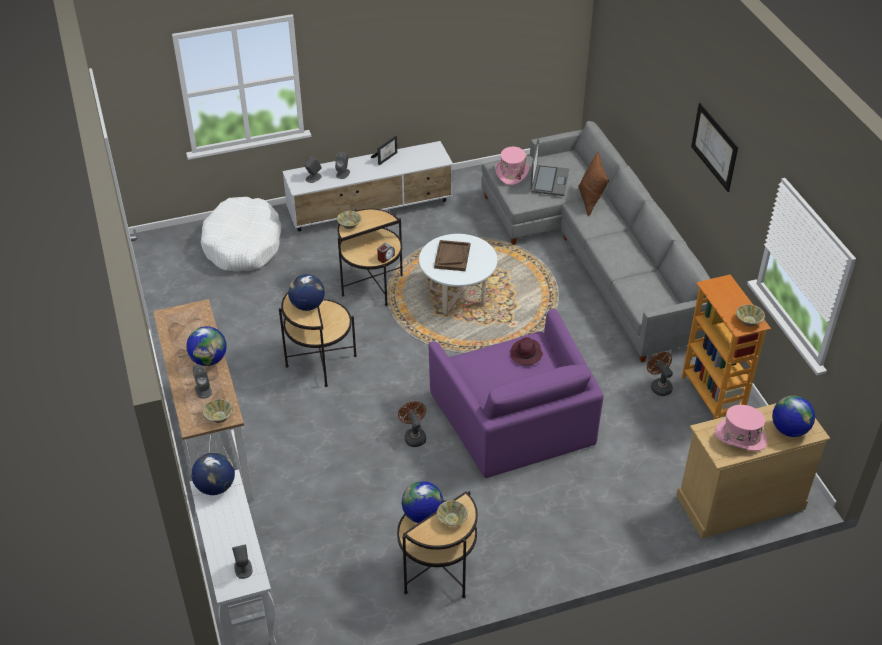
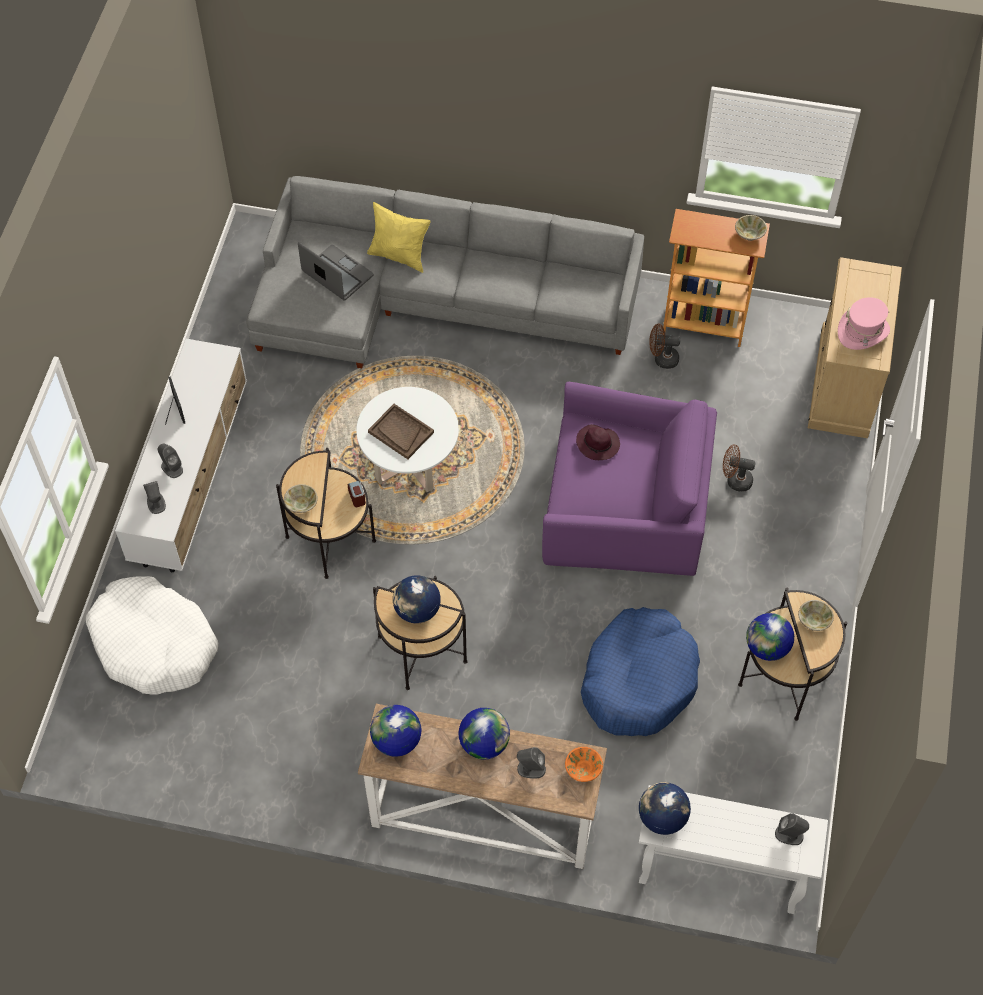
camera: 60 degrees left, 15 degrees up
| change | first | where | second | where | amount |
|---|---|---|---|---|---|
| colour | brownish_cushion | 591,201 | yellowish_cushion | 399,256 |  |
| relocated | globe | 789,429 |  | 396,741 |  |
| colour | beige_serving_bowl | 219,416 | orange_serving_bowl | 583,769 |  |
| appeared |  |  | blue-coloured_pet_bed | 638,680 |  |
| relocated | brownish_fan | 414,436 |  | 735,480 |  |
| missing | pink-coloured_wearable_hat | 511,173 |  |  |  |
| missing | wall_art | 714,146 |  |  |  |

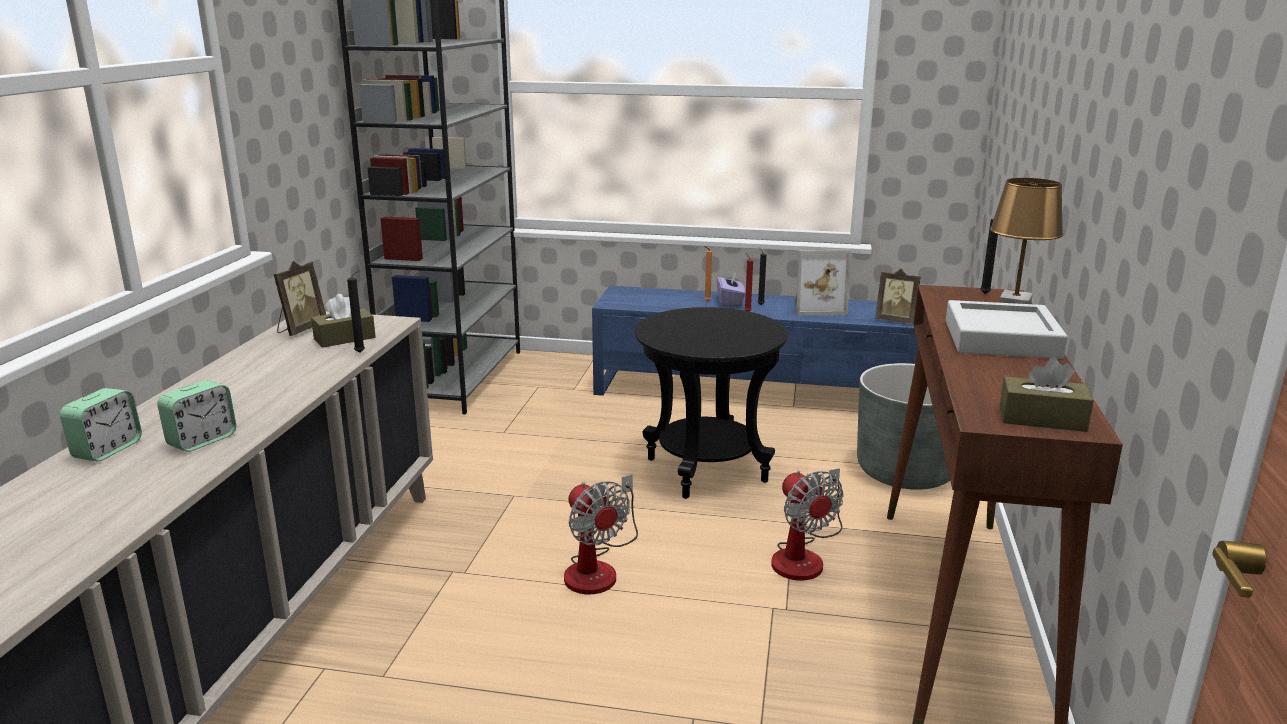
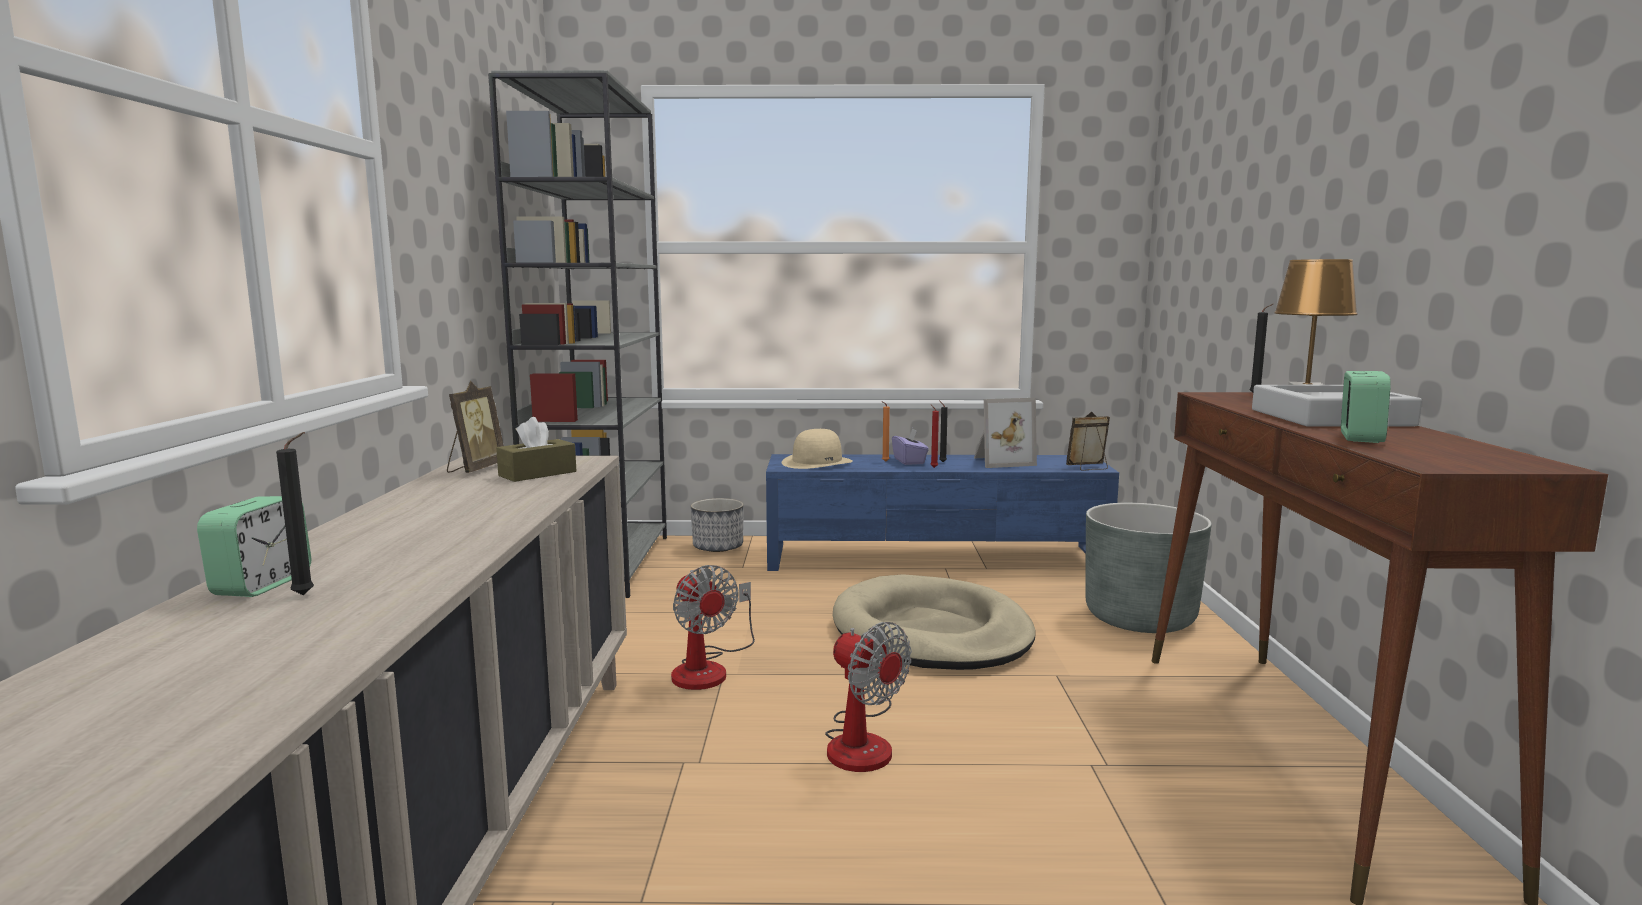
camera: 10 degrees left, 10 degrees down
| change | first | where | second | where | amount |
|---|---|---|---|---|---|
| relocated | black-coloured_wax_light | 362,352 |  | 307,595 |  |
| relocated | fan | 804,556 |  | 708,668 |  |
| appeared |  |  | plant_pot | 718,547 |  |
| appeared |  |  | beige_wearable_hat | 817,462 |  |
| exchanged | black-coloured_end_table | 706,470 | beige_pet_bed | 931,632 |  |
| spun | picture_frame | 896,321 |  | 1088,468 | 150 degrees clockwise |
| relocated | alarm_clock | 202,441 |  | 1360,438 |  |
| missing | brownish_tissue_holder | 1042,419 |  |  |  |

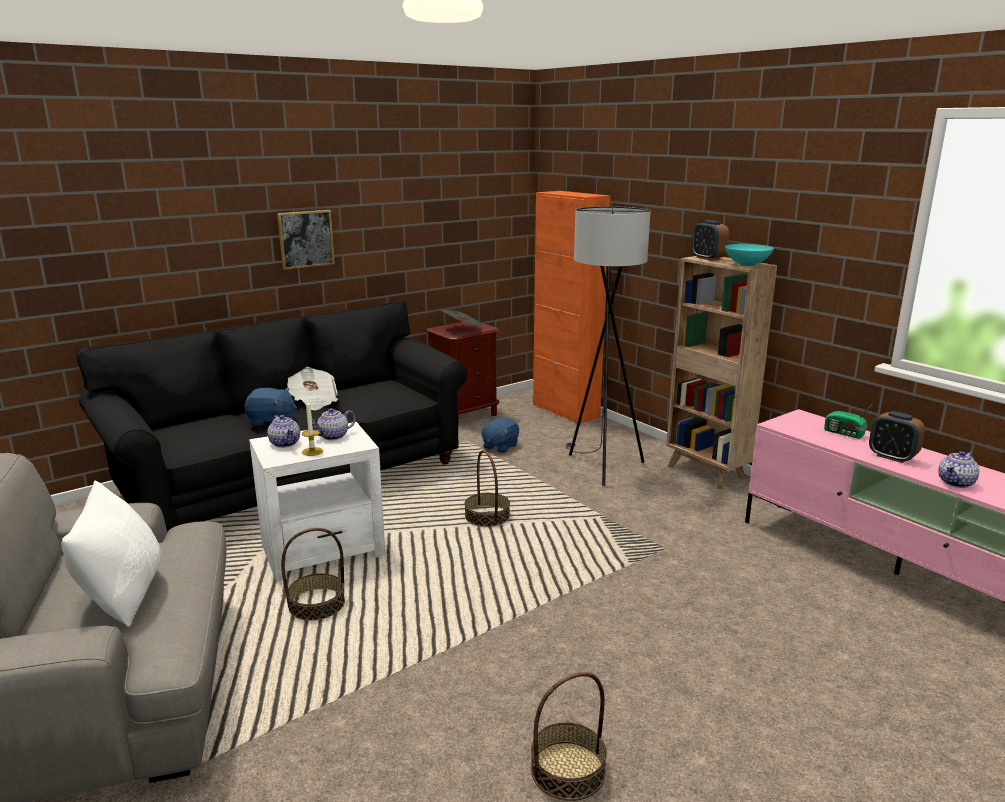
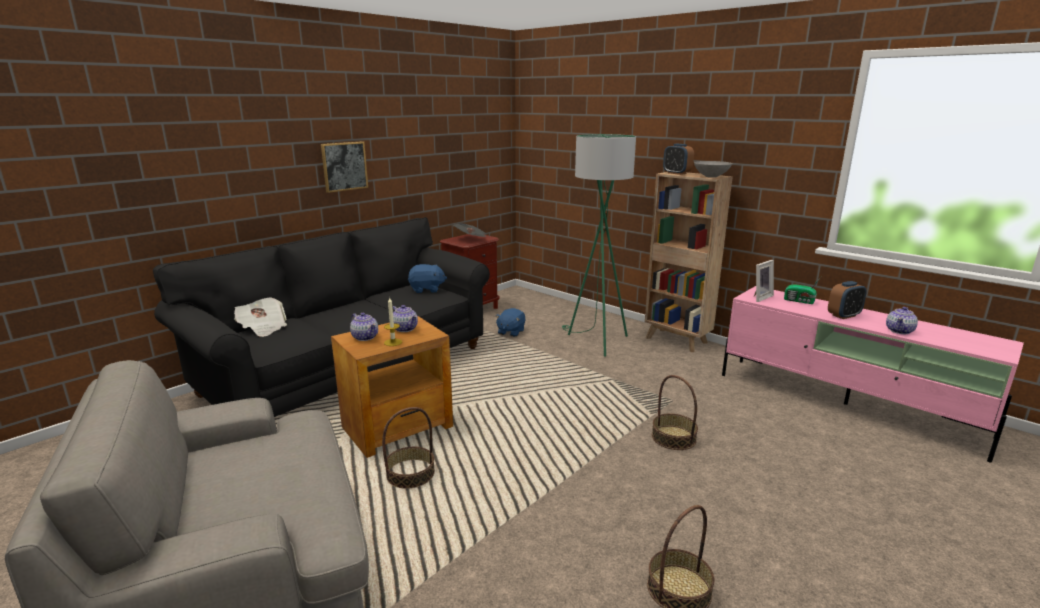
camera: 10 degrees left, 0 degrees up
| change | first | where | second | where | amount |
|---|---|---|---|---|---|
| relocated | printed_paper | 313,401 |  | 262,327 |  |
| colour | white_end_table | 324,551 | brownish_end_table | 398,427 |  |
| spun | tea_pot | 333,436 |  | 405,328 | 90 degrees counterclockwise |
| relocated | blue-coloured_plush_toy | 271,421 |  | 427,289 |  |
| colour | grey_standing_lamp | 599,466 | green-coloured_standing_lamp | 594,341 |  |
| relocated | basket | 487,517 |  | 673,437 |  |
| colour | turquoise_serving_bowl | 746,265 | grey_serving_bowl | 710,176 |  |
| appeared |  |  | picture_frame | 759,297 |  |
| spun | alarm_clock | 892,457 |  | 844,315 | 60 degrees counterclockwise |
| missing | white_cushion | 123,595 |  |  |  |
| missing | orange_storage_cabinet | 565,411 |  |  |  |

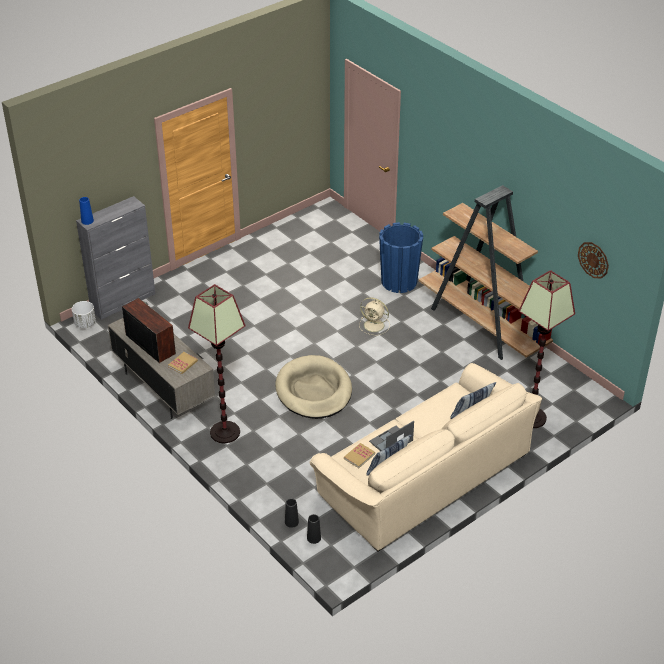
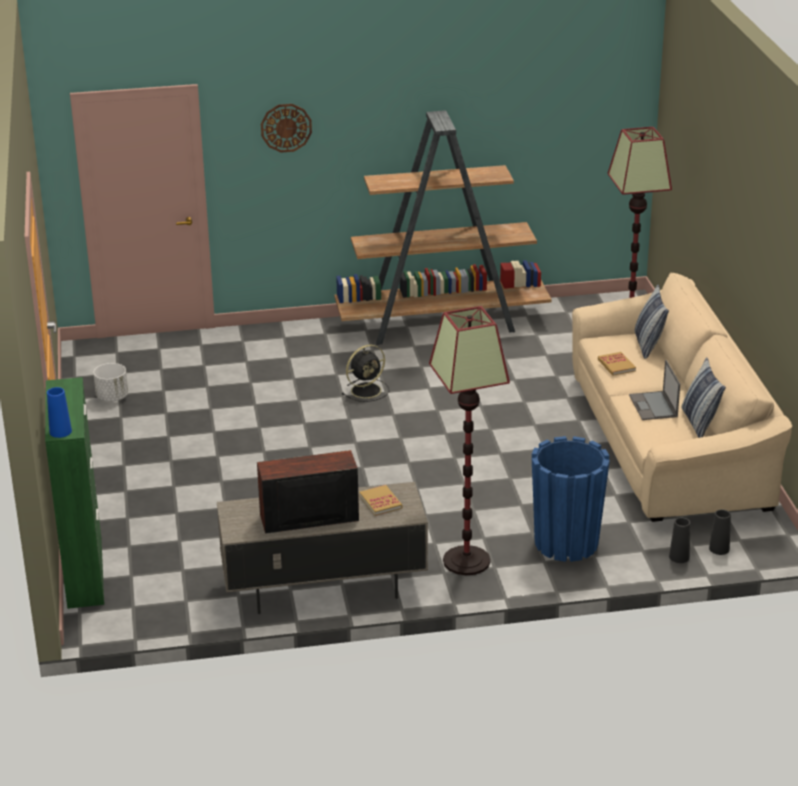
camera: 60 degrees left, 10 degrees down
| change | first | where | second | where | amount |
|---|---|---|---|---|---|
| colour | grey_storage_cabinet | 123,301 | green-coloured_storage_cabinet | 85,572 |  |
| relocated | white_plant_pot | 85,323 |  | 112,397 |  |
| relocated | hanging_clock | 593,260 |  | 286,127 |  |
| colour | beige_fan | 375,325 | black-coloured_fan | 367,390 |  |
| relocated | blue-coloured_plant_pot | 399,282 |  | 566,543 |  |
| relocated | bound_book | 359,456 |  | 616,365 |  |
| missing | beige_pet_bed | 314,390 |  |  |  |

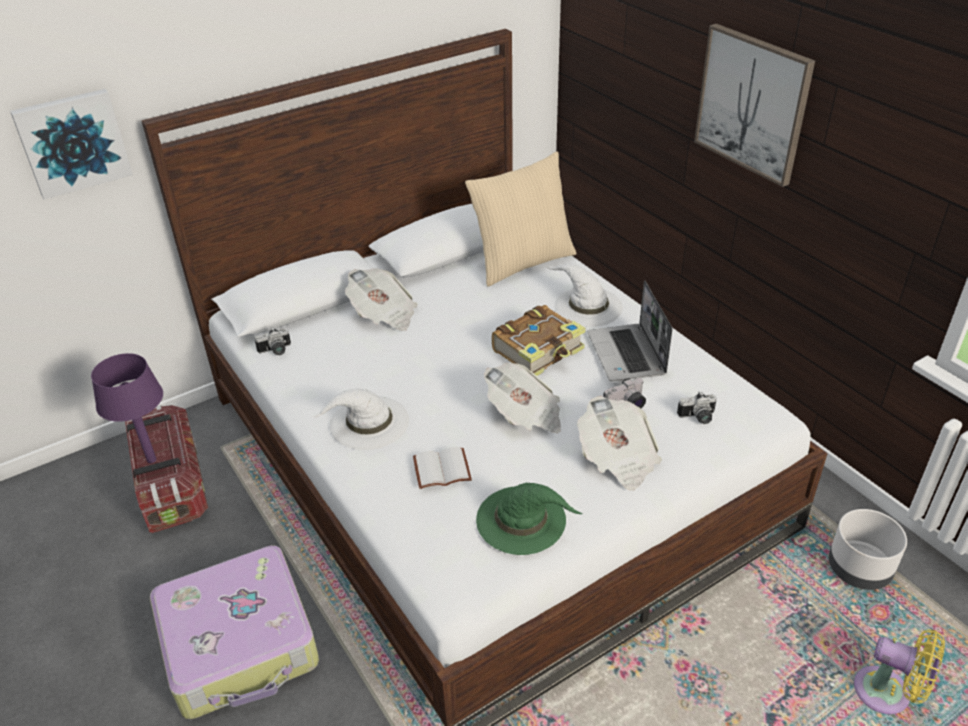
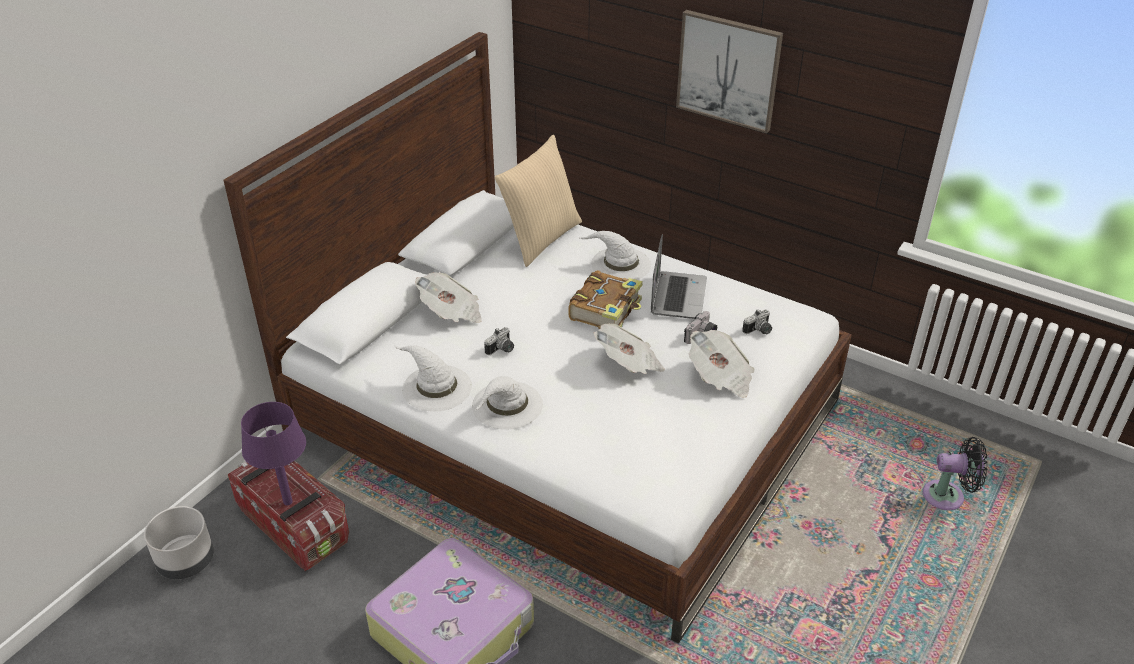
camera: 25 degrees left, 0 degrees up
| change | first | where | second | where | amount |
|---|---|---|---|---|---|
| relocated | grey_plant_pot | 859,570 |  | 187,562 |  |
| appeared |  |  | white_wearable_hat | 435,387 |  |
| relocated | still_camera | 275,351 |  | 502,350 |  |
| spun | portable_computer | 627,355 |  | 677,296 | 135 degrees counterclockwise |
| colour | yellowish_fan | 888,694 | black-coloured_fan | 948,496 |  |
| missing | wall_art | 73,142 |  |  |  |
| missing | white_bound_book | 442,468 |  |  |  |
| missing | green-coloured_wearable_hat | 522,519 |  |  |  |

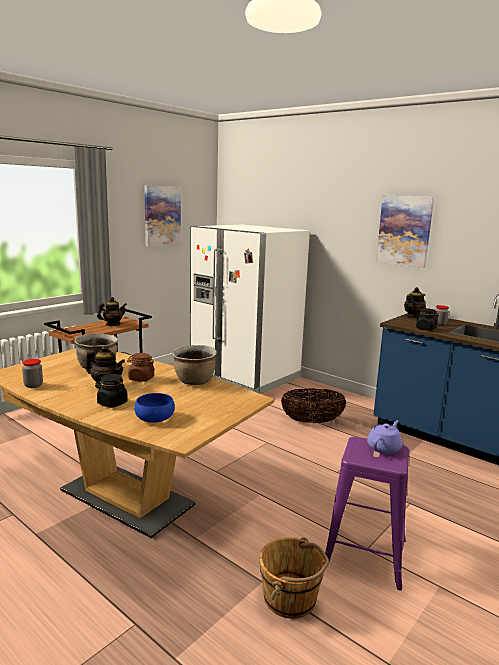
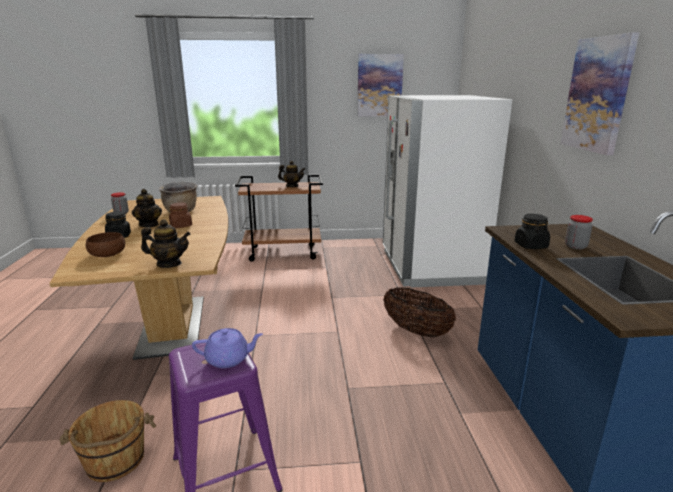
camera: 45 degrees right, 5 degrees up
| change | first | where | second | where | amount |
|---|---|---|---|---|---|
| colour | blue-coloured_serving_bowl | 154,418 | brownish_serving_bowl | 107,253 |  |
| relocated | tea_pot | 412,317 |  | 169,264 |  |
| missing | brownish_saucepot | 194,382 |  |  |  |

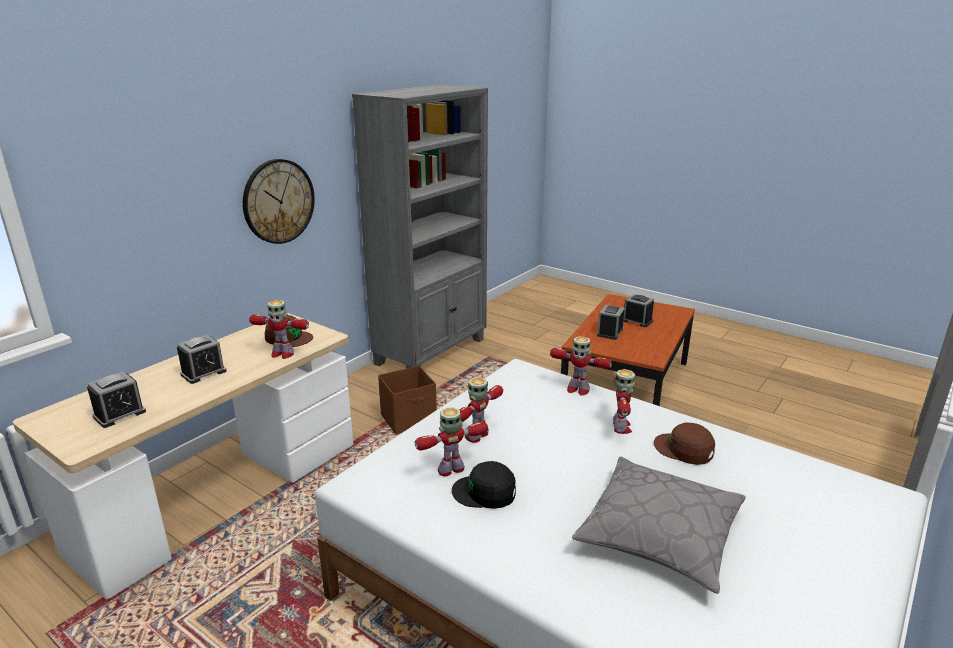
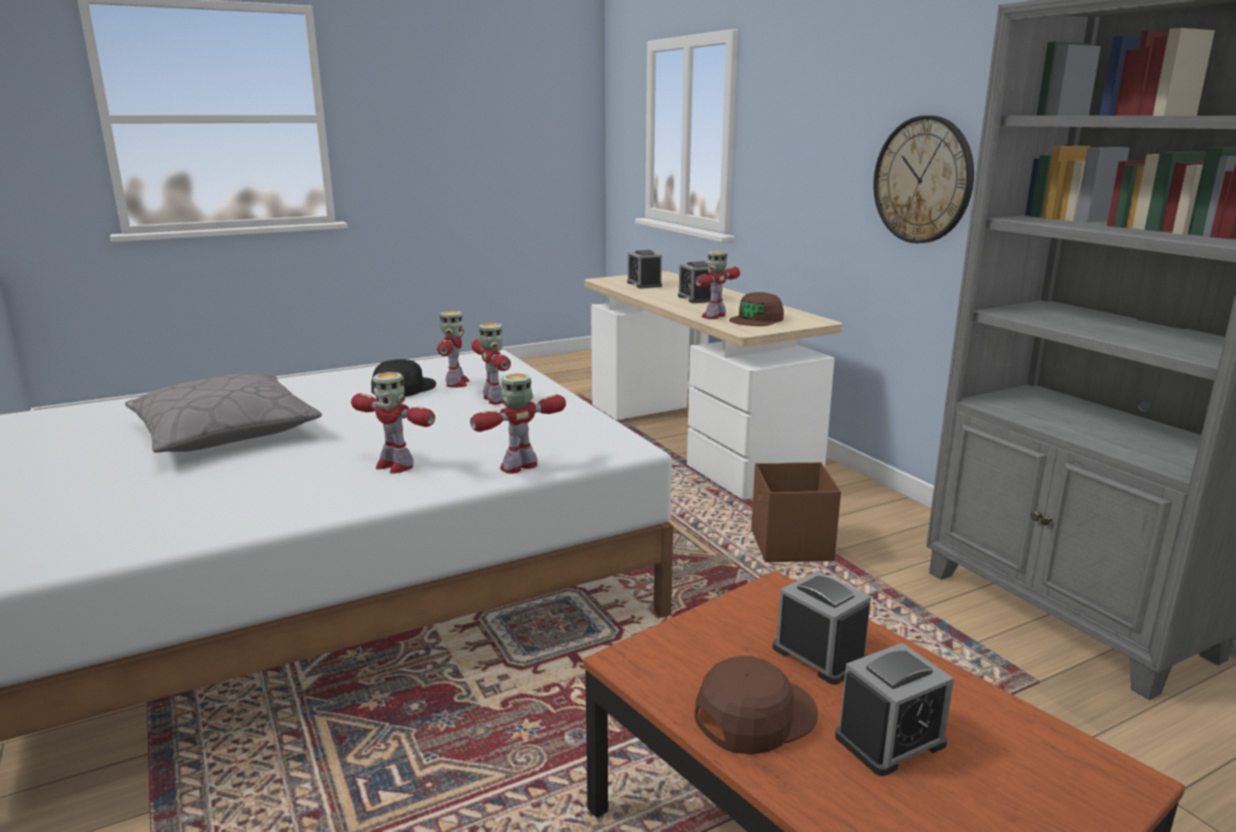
camera: 115 degrees right, 5 degrees down
| change | first | where | second | where | amount |
|---|---|---|---|---|---|
| relocated | brownish_baseball_cap | 684,449 |  | 754,715 |  |

